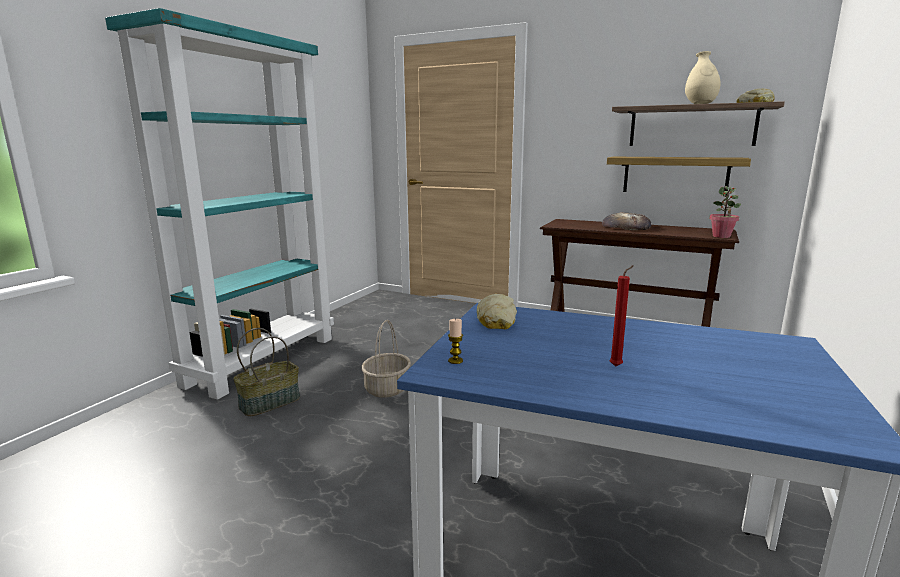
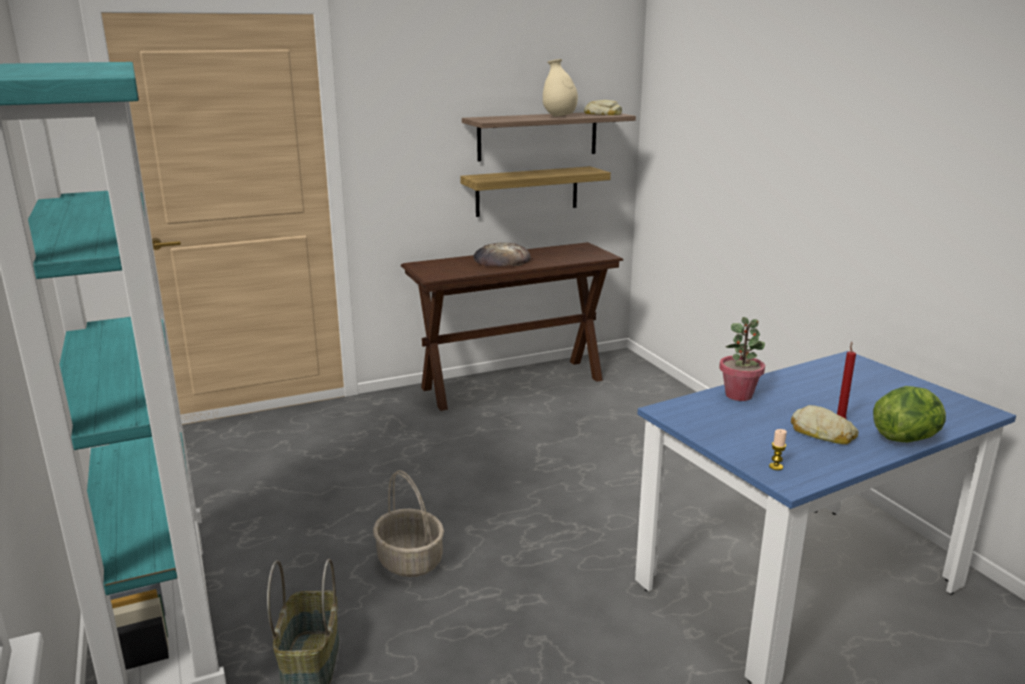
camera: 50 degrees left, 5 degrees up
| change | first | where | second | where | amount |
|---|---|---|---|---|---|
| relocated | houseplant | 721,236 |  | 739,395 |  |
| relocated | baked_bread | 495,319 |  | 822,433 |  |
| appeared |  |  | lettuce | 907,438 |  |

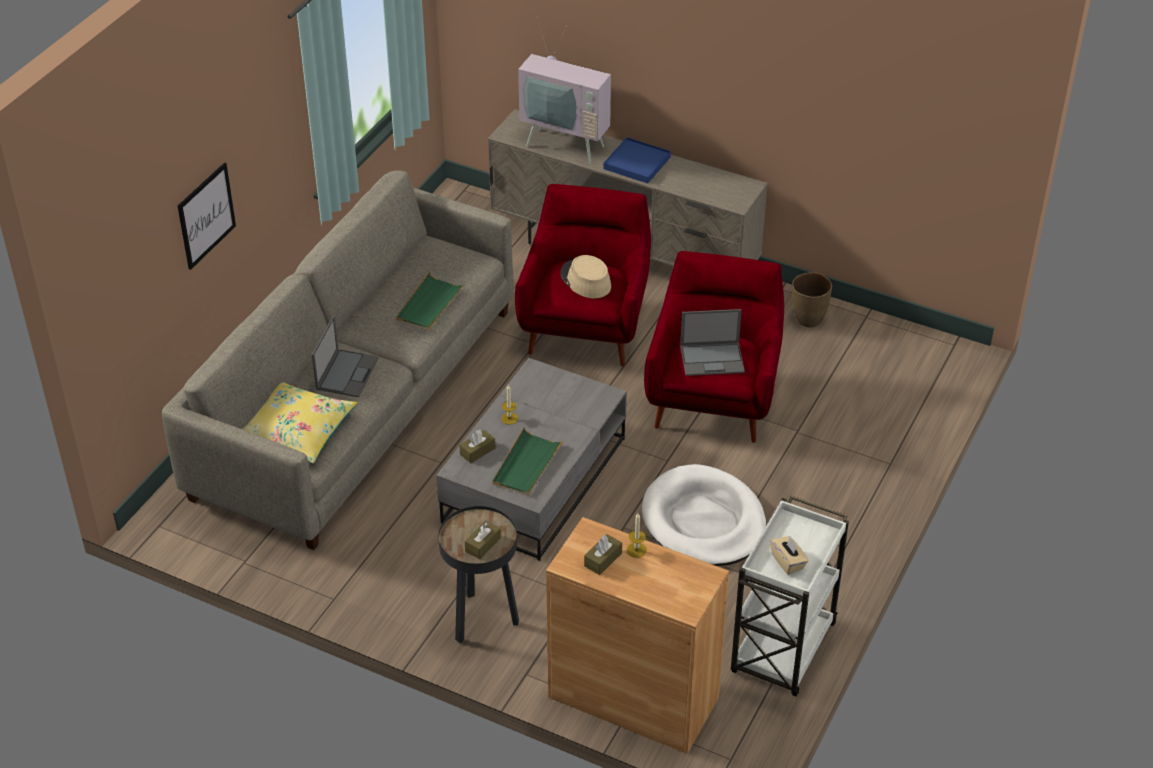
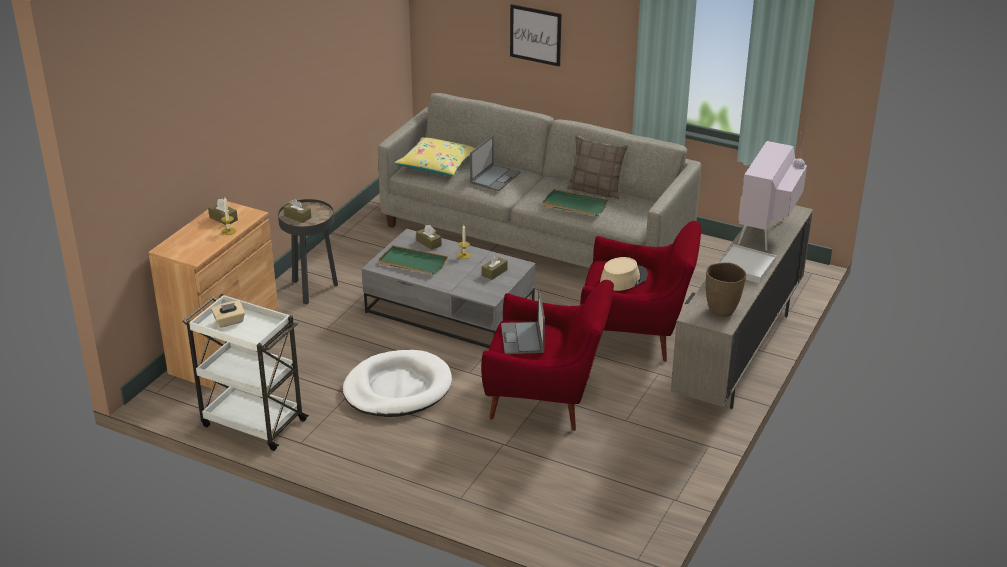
camera: 90 degrees right, 10 degrees down
| change | first | where | second | where | amount |
|---|---|---|---|---|---|
| spun | portable_computer | 347,373 |  | 495,177 | 75 degrees counterclockwise |
| appeared |  |  | brownish_tissue_holder | 494,272 |  |
| appeared |  |  | cushion | 596,190 |  |
| relocated | brownish_decorative_vase | 808,320 |  | 721,310 |  |
| colour | blue-coloured_serving_tray | 636,163 | white_serving_tray | 745,266 |  |

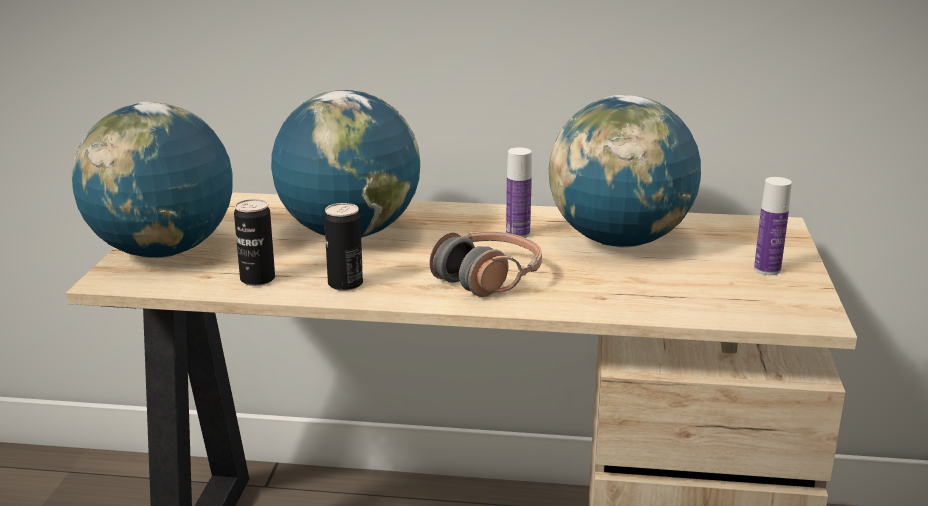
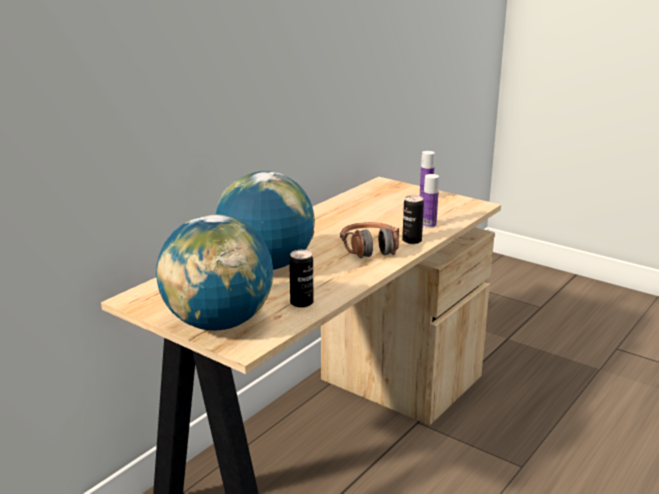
camera: 60 degrees left, 0 degrees up
| change | first | where | second | where | amount |
|---|---|---|---|---|---|
| relocated | metal_can | 345,284 |  | 412,240 |  |
| relocated | bottle | 518,234 |  | 429,225 |  |
| missing | globe | 619,241 |  |  |  |

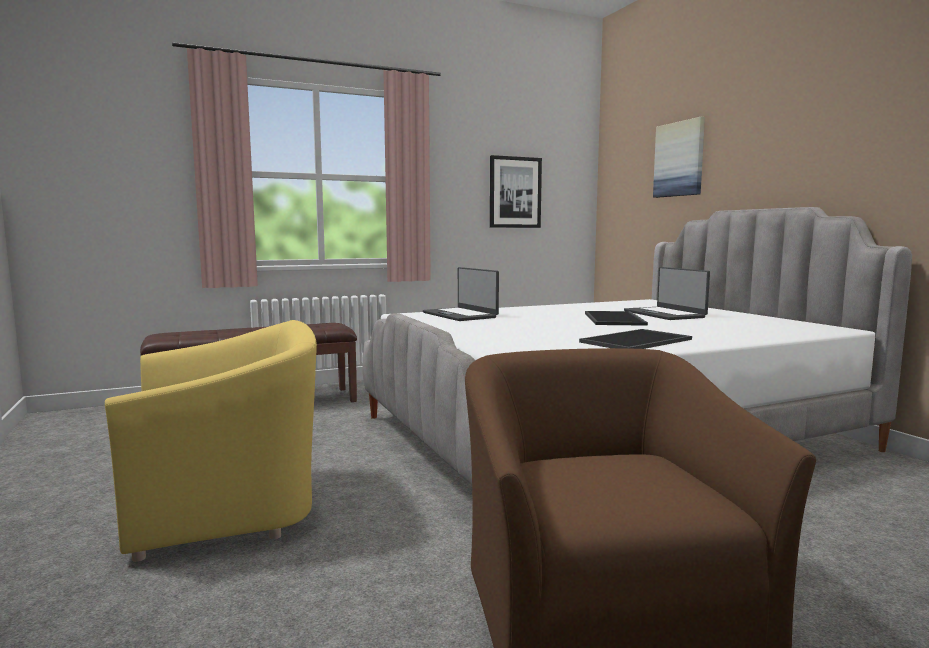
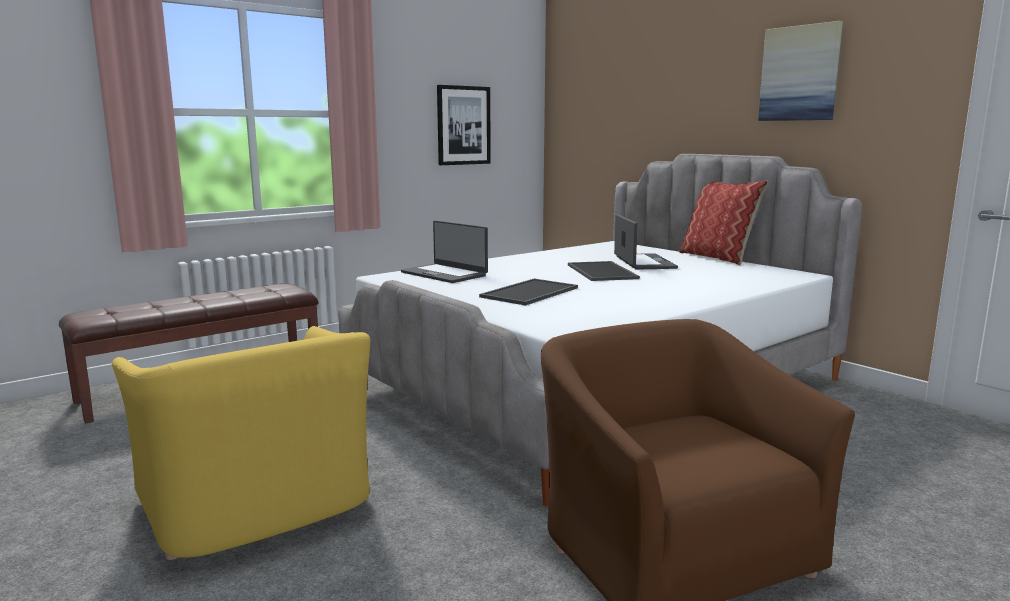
camera: 15 degrees left, 5 degrees up
| change | first | where | second | where | amount |
|---|---|---|---|---|---|
| spun | yellowish_armchair | 229,505 |  | 258,506 | 90 degrees clockwise |
| relocated | serving_tray | 637,341 |  | 530,293 |  |
| spun | portable_computer | 664,314 |  | 643,262 | 150 degrees counterclockwise |
| appeared |  |  | cushion | 718,257 |  |
| relocated | wall_art | 679,159 |  | 800,73 |  |

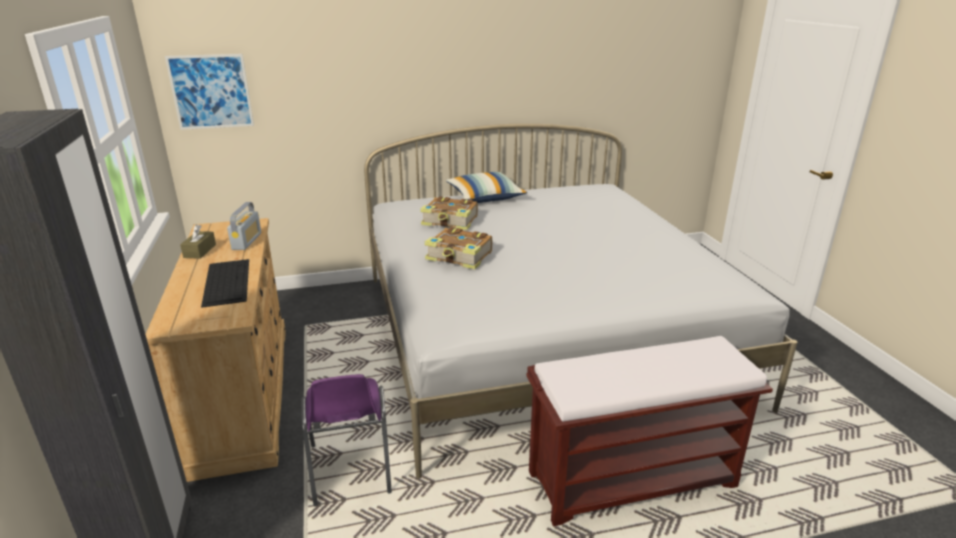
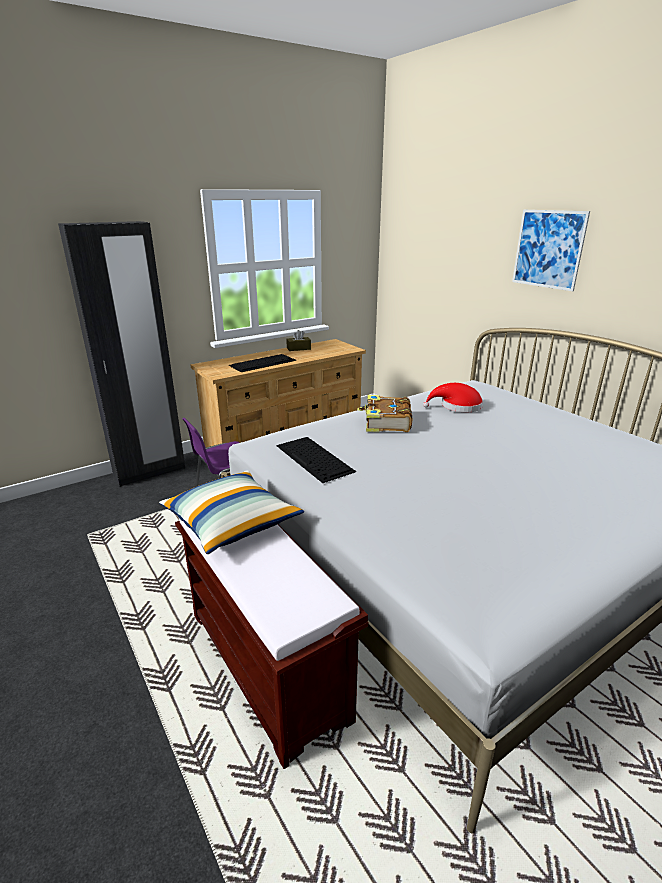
camera: 70 degrees right, 0 degrees up
| change | first | where | second | where | amount |
|---|---|---|---|---|---|
| relocated | cushion | 485,197 |  | 232,523 |  |
| appeared |  |  | keyboard | 315,458 |  |
| exchanged | bound_book | 450,221 | red_wearable_hat | 457,406 |  |
| relocated | wall_art | 211,92 |  | 548,249 |  |
| missing | radio_set | 247,241 |  |  |  |

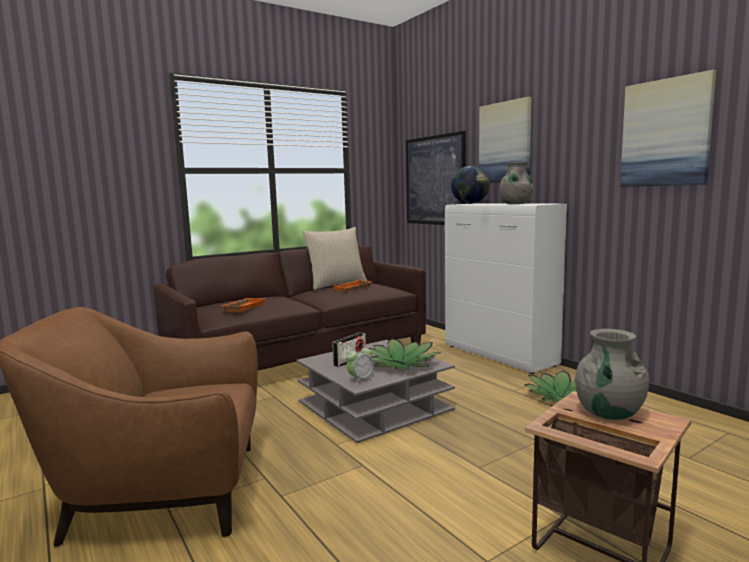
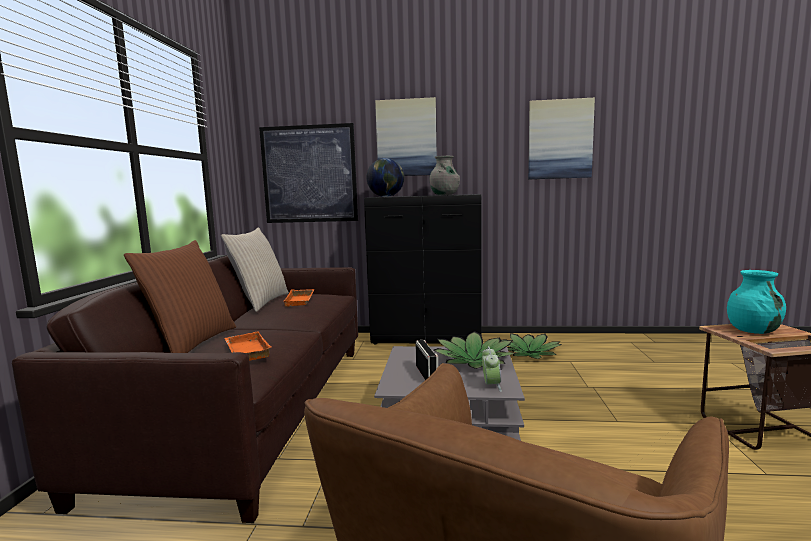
camera: 50 degrees left, 0 degrees up
| change | first | where | second | where | amount |
|---|---|---|---|---|---|
| appeared |  |  | brownish_cushion | 192,343 |  |
| colour | white_storage_cabinet | 500,356 | black-coloured_storage_cabinet | 427,339 |  |
| colour | grey_decorative_vase | 608,413 | turquoise_decorative_vase | 753,330 |  |

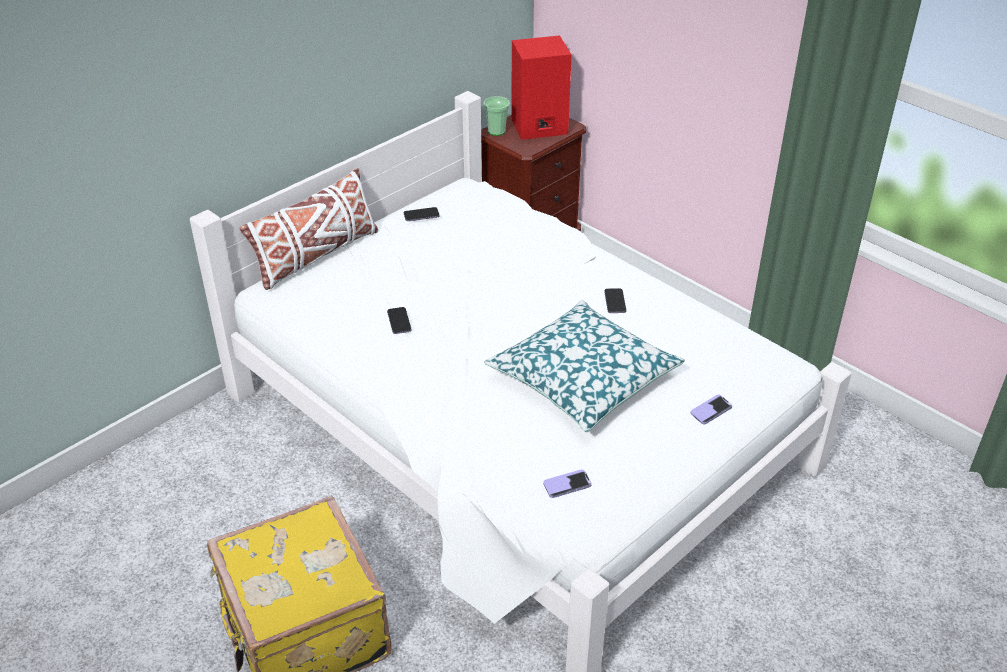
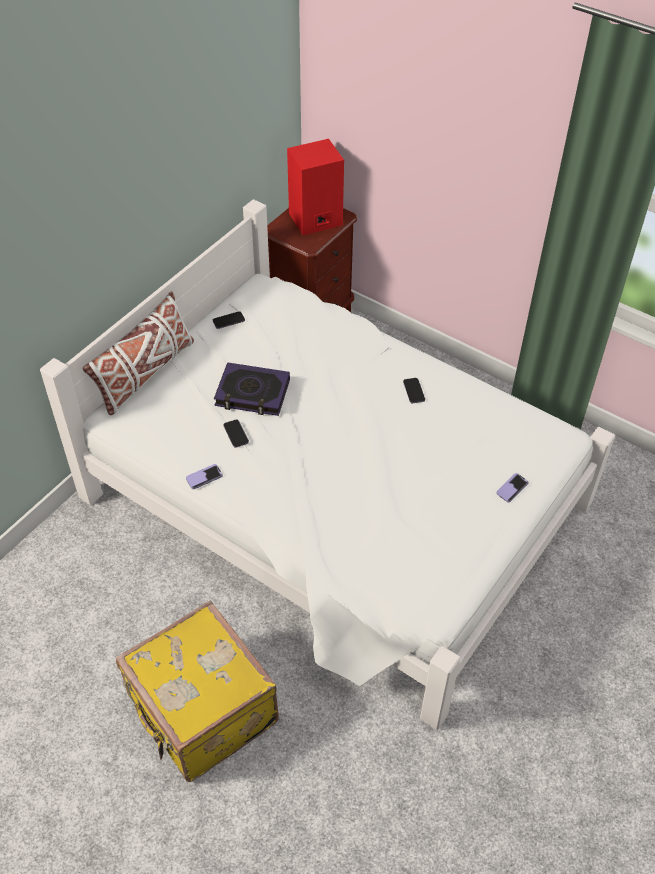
camera: 10 degrees left, 10 degrees up
| change | first | where | second | where | amount |
|---|---|---|---|---|---|
| relocated | phone | 567,485 |  | 204,477 |  |
| appeared |  |  | bound_book | 252,393 |  |
| missing | drinking_cup | 496,131 |  |  |  |
| missing | cushion | 583,378 |  |  |  |

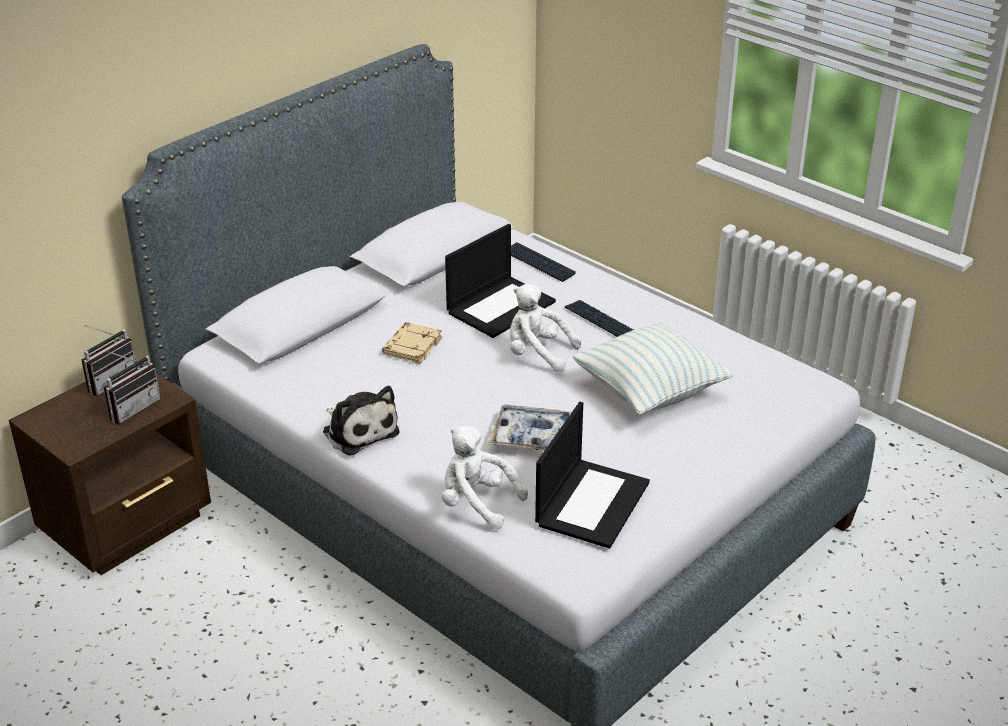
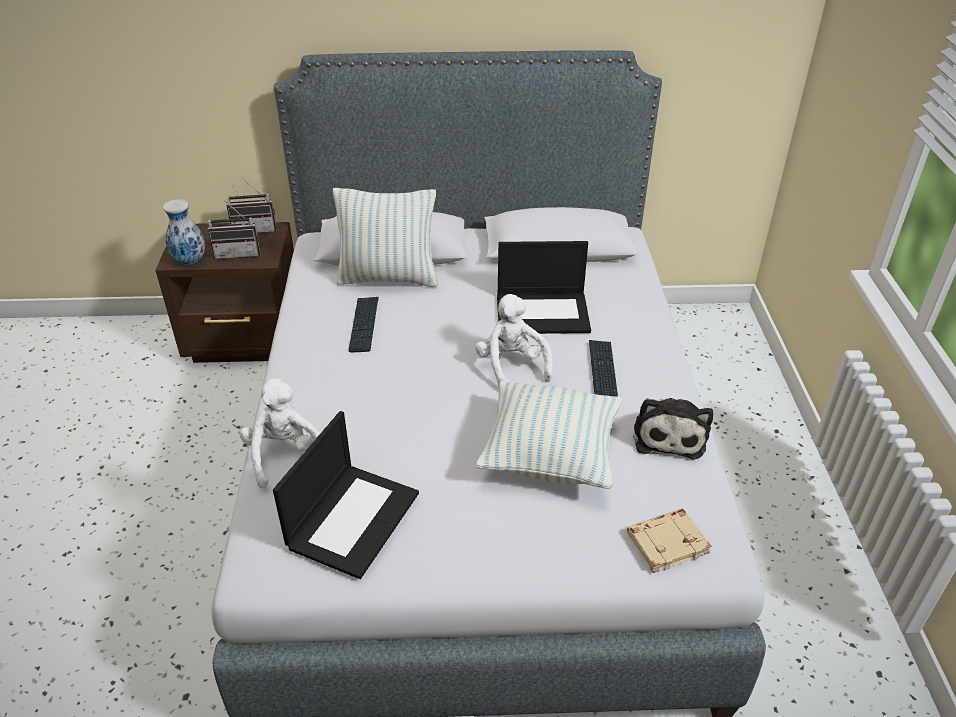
camera: 45 degrees right, 5 degrees up
| change | first | where | second | where | amount |
|---|---|---|---|---|---|
| appeared |  |  | decorative_vase | 190,260 |  |
| spun | portable_computer | 592,502 |  | 353,518 | 45 degrees counterclockwise |
| appeared |  |  | cushion | 388,277 |  |
| relocated | keyboard | 538,263 |  | 364,325 |  |
| relocated | beige_bound_book | 411,346 |  | 667,542 |  |
| relocated | plush_toy | 359,431 |  | 669,434 |  |
| missing | serving_tray | 531,436 |  |  |  |

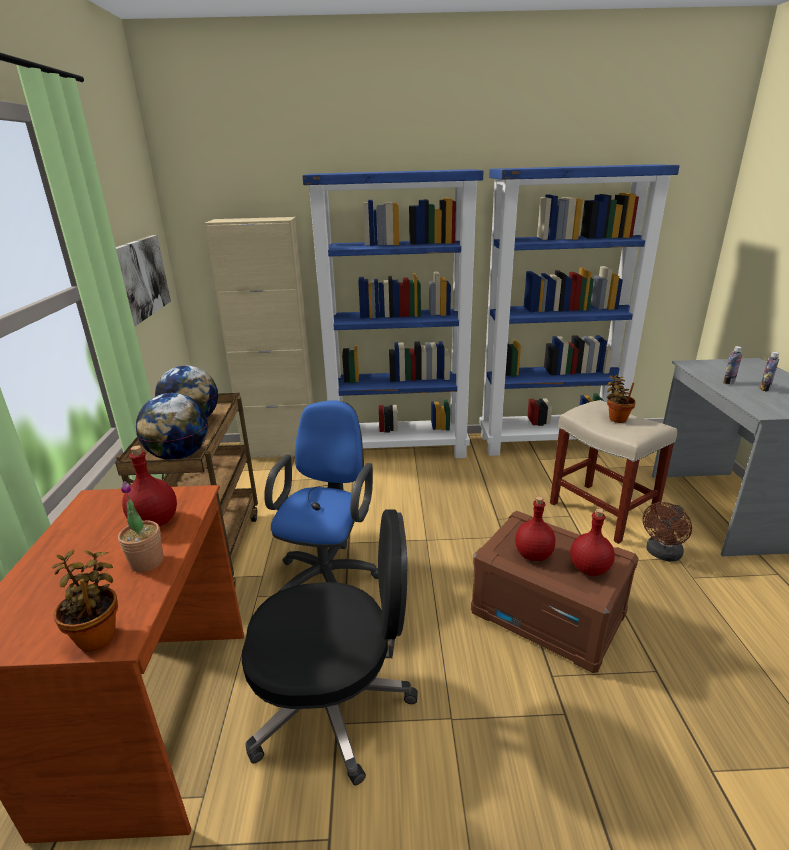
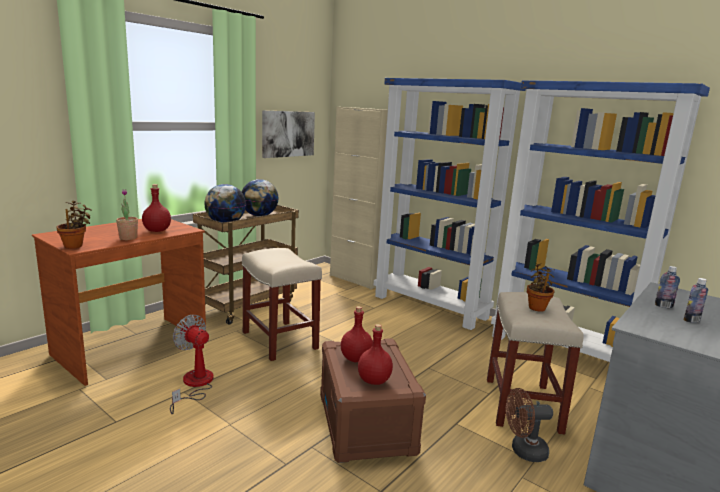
camera: 40 degrees right, 10 degrees down
| change | first | where | second | where | amount |
|---|---|---|---|---|---|
| exchanged | black-coloured_computer_chair | 334,704 | fan | 194,385 |  |
| exchanged | blue-coloured_computer_chair | 328,576 | beige_stool | 280,340 |  |

